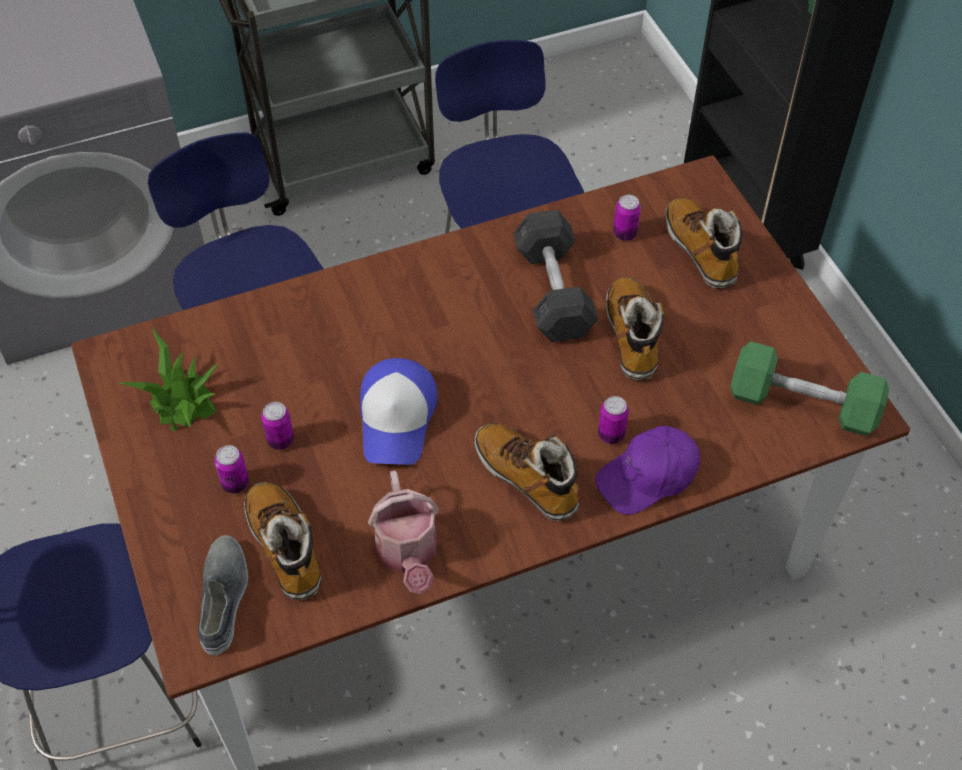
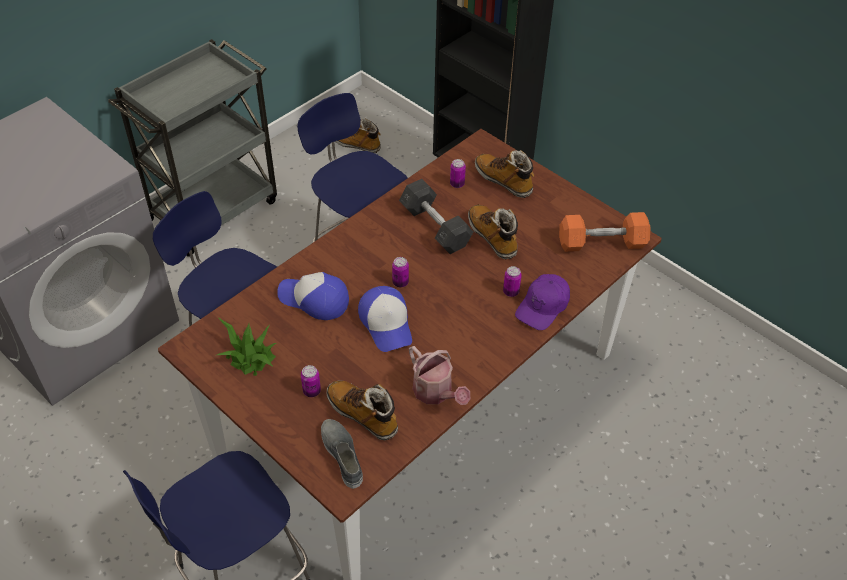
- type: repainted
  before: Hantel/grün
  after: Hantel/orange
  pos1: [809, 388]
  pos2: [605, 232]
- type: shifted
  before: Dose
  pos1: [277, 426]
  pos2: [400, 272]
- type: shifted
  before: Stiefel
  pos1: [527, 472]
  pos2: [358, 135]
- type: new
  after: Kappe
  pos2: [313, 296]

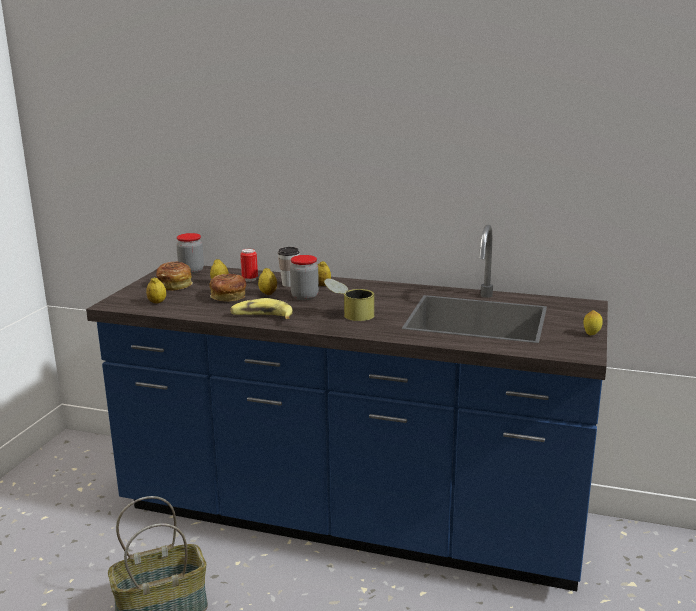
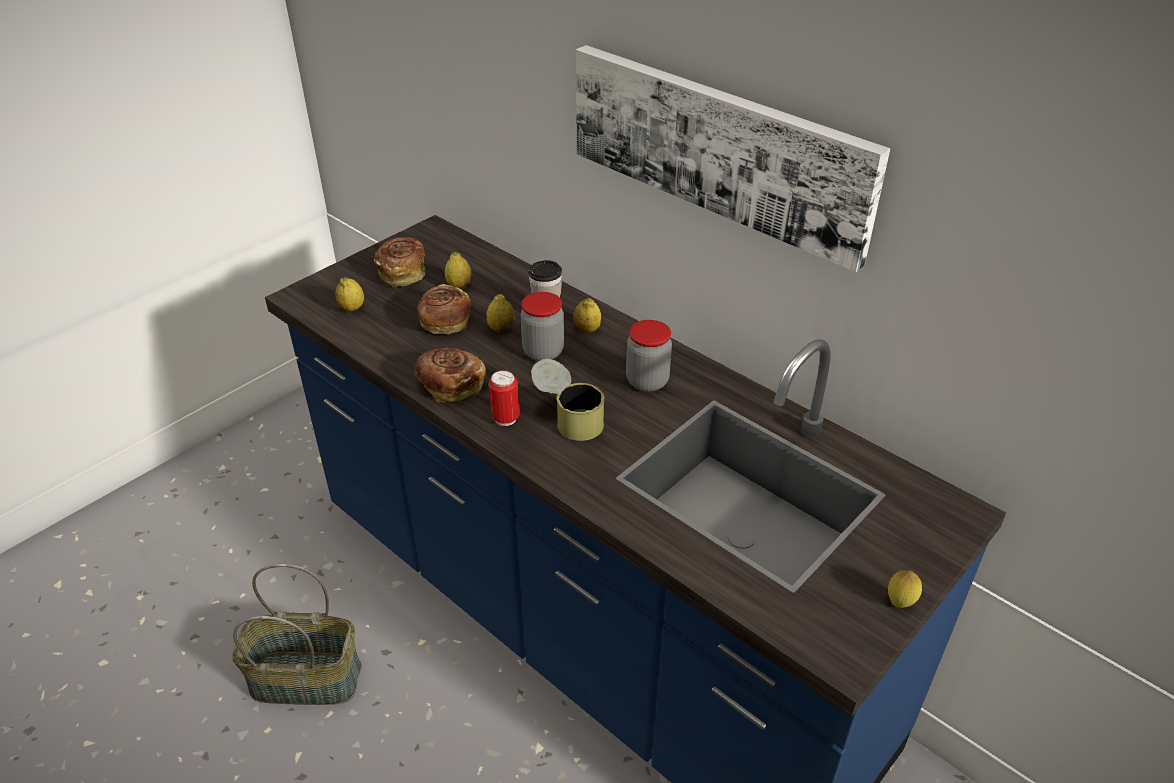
- type: shifted
  before: Vorratsglas
  pos1: [190, 253]
  pos2: [649, 356]
- type: shifted
  before: Dose
  pos1: [249, 265]
  pos2: [504, 398]
- type: swapped
  before: Banane
  after: Brot
  pos1: [261, 308]
  pos2: [450, 375]
- type: new
  after: Bild
  pos2: [733, 158]

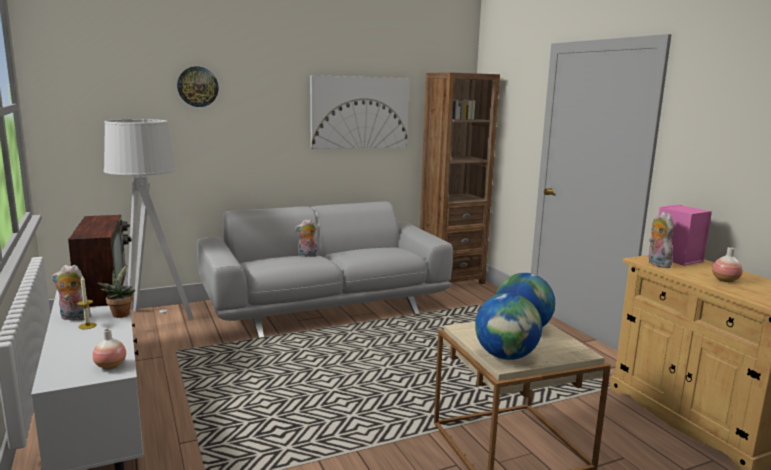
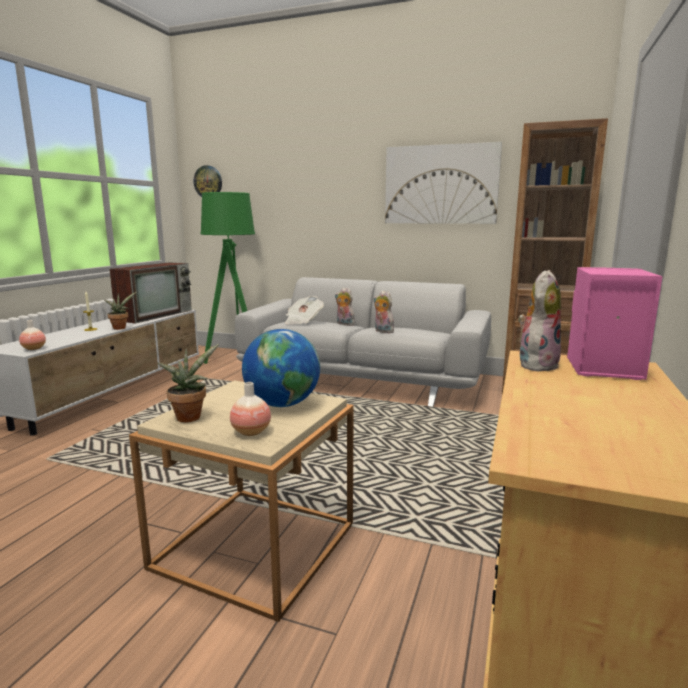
- type: shifted
  before: Wanduhr
  pos1: [198, 86]
  pos2: [208, 181]
- type: repainted
  before: Stehlampe/grau
  after: Stehlampe/grün
  pos1: [148, 219]
  pos2: [228, 278]
- type: shifted
  before: Vase
  pos1: [727, 264]
  pos2: [250, 409]
- type: shifted
  before: Plüschtier
  pos1: [72, 293]
  pos2: [384, 312]
- type: swapped
  before: Globus
  after: Topfpflanze
  pos1: [508, 326]
  pos2: [188, 383]
- type: new
  after: Zeitung
  pos2: [304, 310]

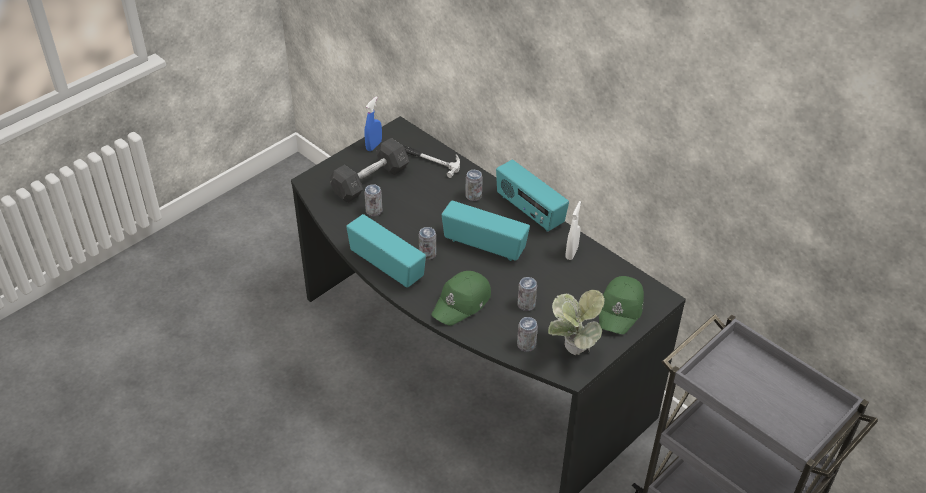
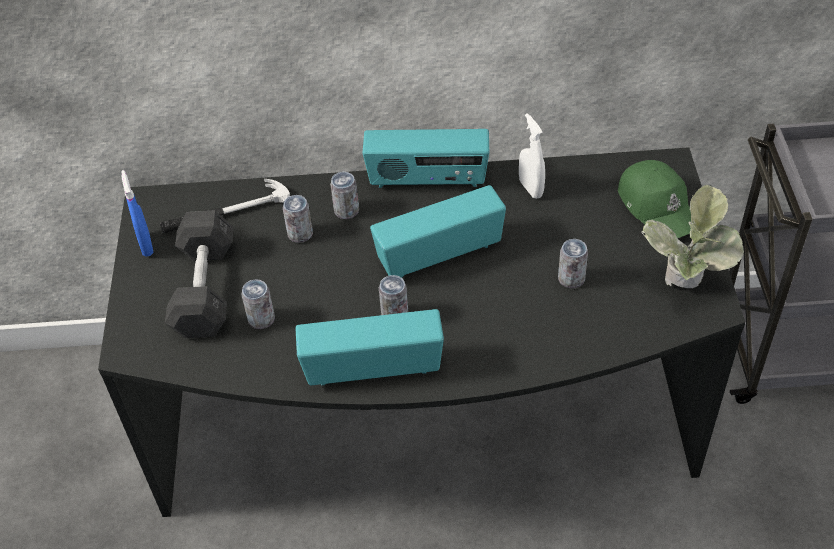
- type: gone
  before: Kappe/grün
  pos1: [461, 298]
- type: shifted
  before: Dose
  pos1: [527, 334]
  pos2: [298, 219]

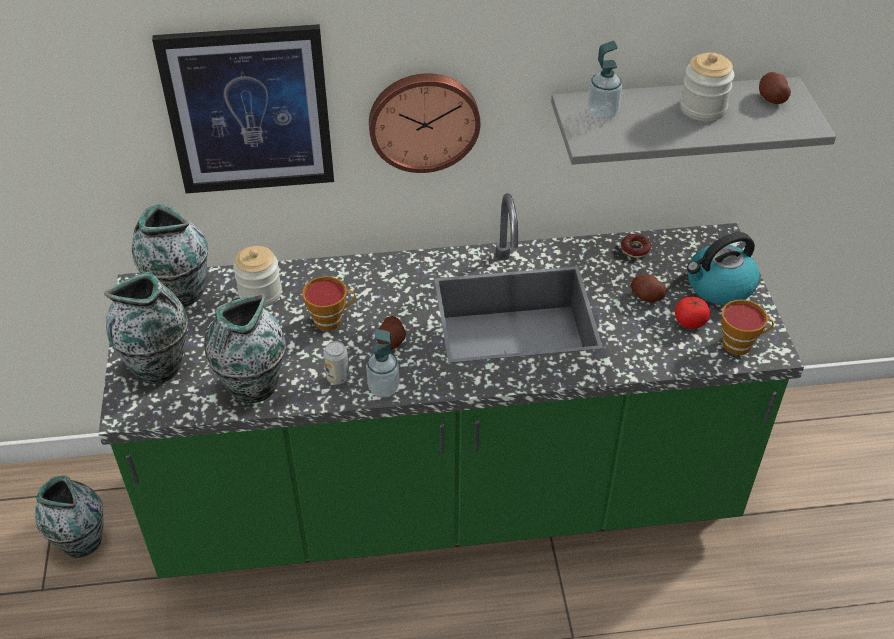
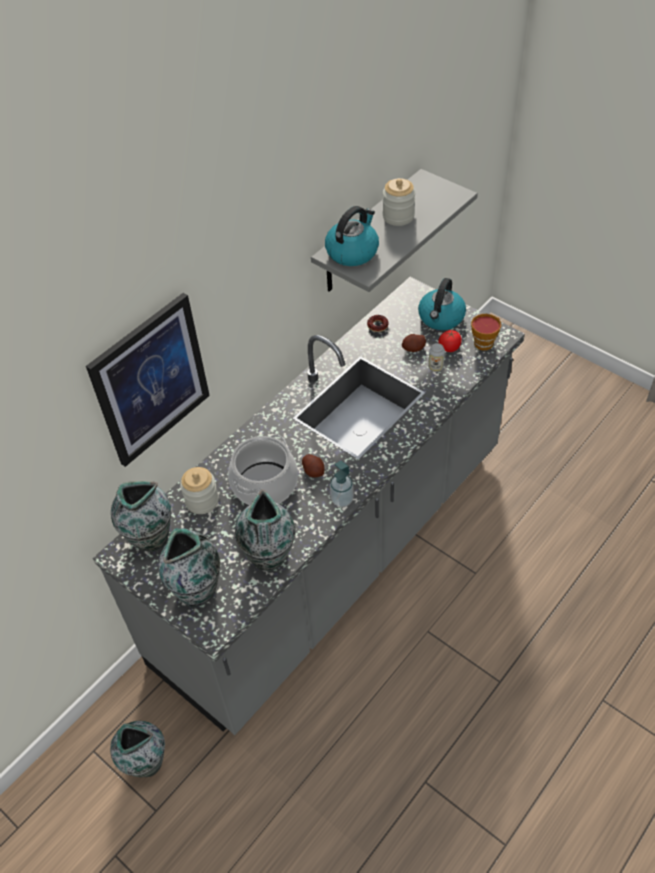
- type: swapped
  before: Seifenspender
  after: Wasserkessel
  pos1: [605, 80]
  pos2: [352, 236]
- type: gone
  before: Kartoffel
  pos1: [775, 88]
- type: gone
  before: Wanduhr
  pos1: [424, 123]
- type: repainted
  before: Küchenzeile/grün
  after: Küchenzeile/grau
  pos1: [451, 385]
  pos2: [309, 506]
- type: swapped
  before: Tasse
  after: Kochtopf
  pos1: [329, 303]
  pos2: [263, 470]
- type: shifted
  before: Dose
  pos1: [336, 362]
  pos2: [436, 357]

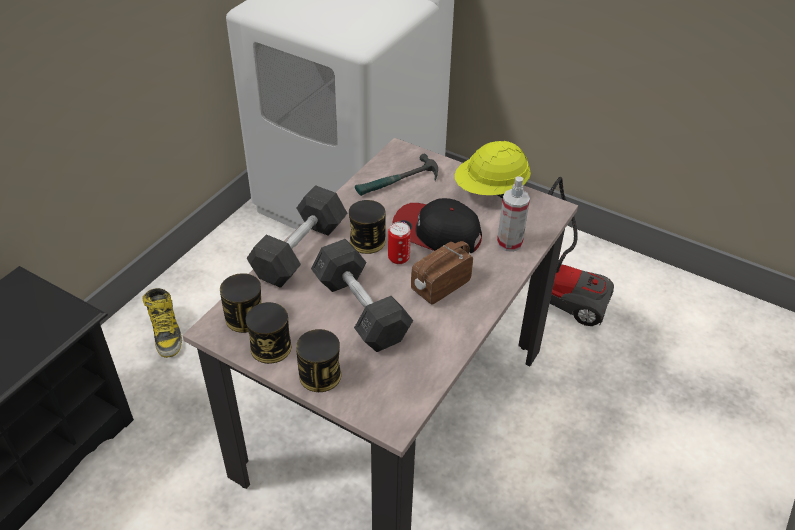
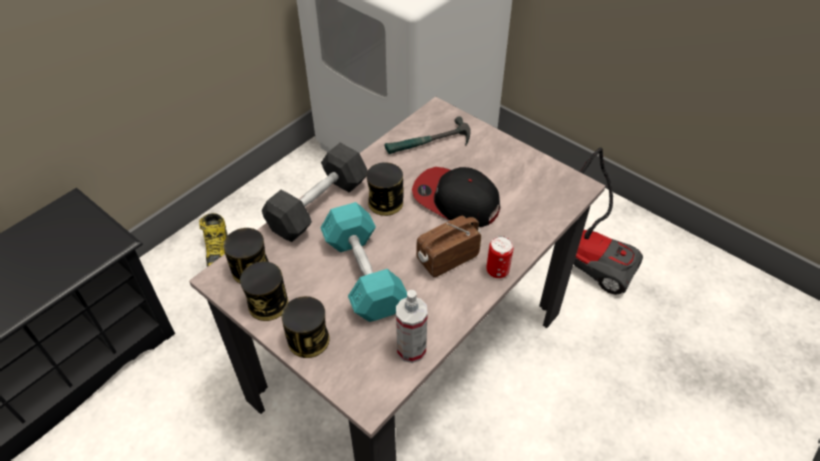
- type: gone
  before: Schutzhelm/gelb
  pos1: [493, 170]
- type: shifted
  before: Sprühflasche
  pos1: [513, 214]
  pos2: [412, 326]
- type: shifted
  before: Dose
  pos1: [399, 243]
  pos2: [499, 257]
- type: repainted
  before: Hantel/grau
  after: Hantel/türkis
  pos1: [362, 295]
  pos2: [363, 262]

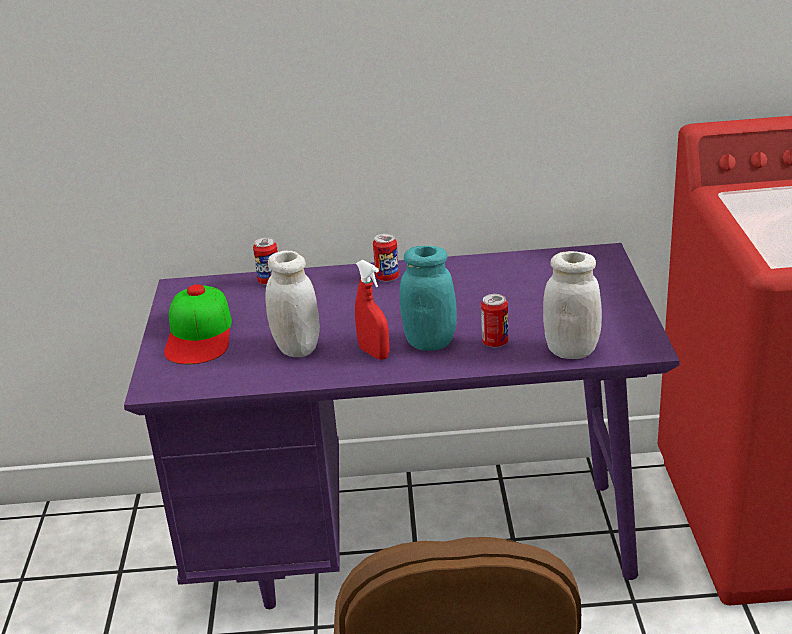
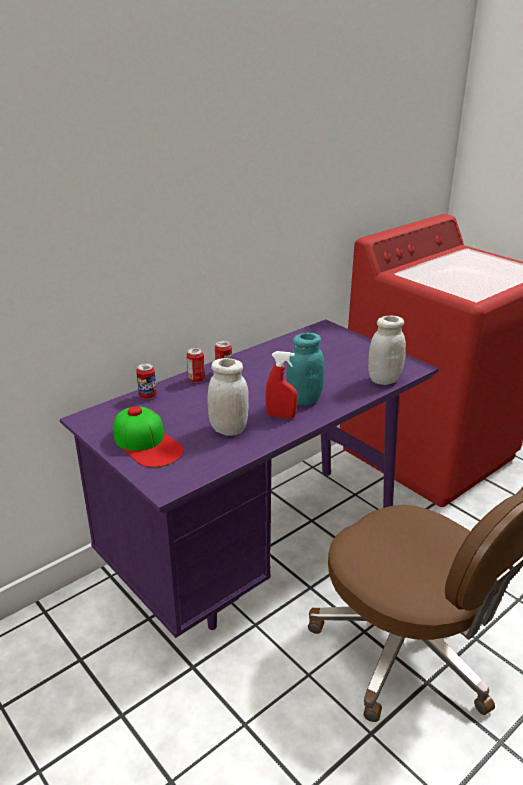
- type: shifted
  before: Dose
  pos1: [495, 321]
  pos2: [196, 365]

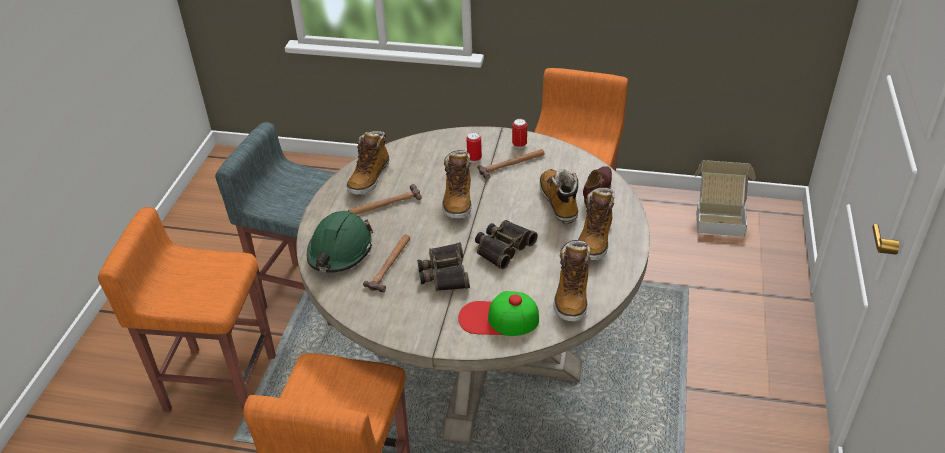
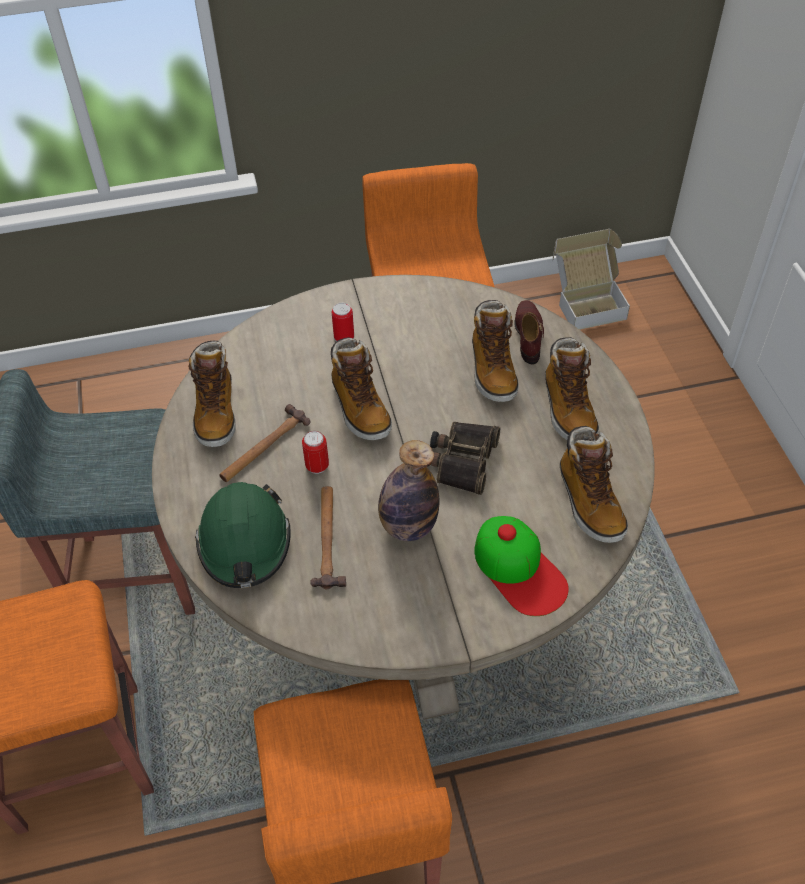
- type: shifted
  before: Dose
  pos1: [519, 133]
  pos2: [315, 452]
- type: gone
  before: Hammer
  pos1: [511, 164]
- type: rotated
  before: Stiefel
  pos1: [559, 196]
  pos2: [495, 351]
  turn: -150
- type: swapped
  before: Fernglas
  after: Flasche
  pos1: [443, 266]
  pos2: [409, 490]
- type: rotated
  before: Kappe
  pos1: [498, 313]
  pos2: [521, 566]
  turn: -105

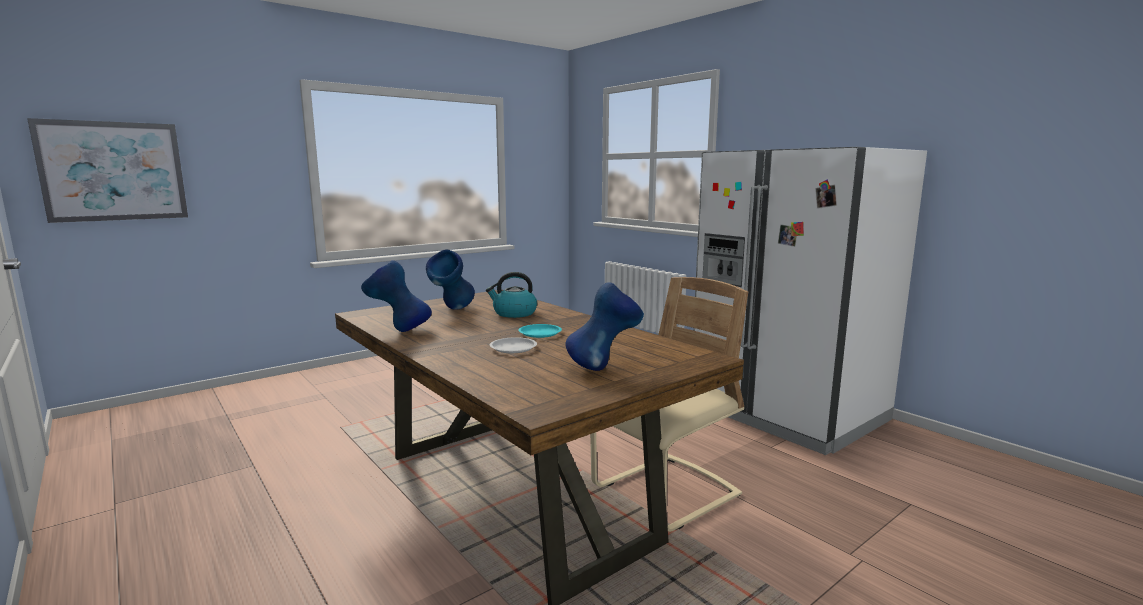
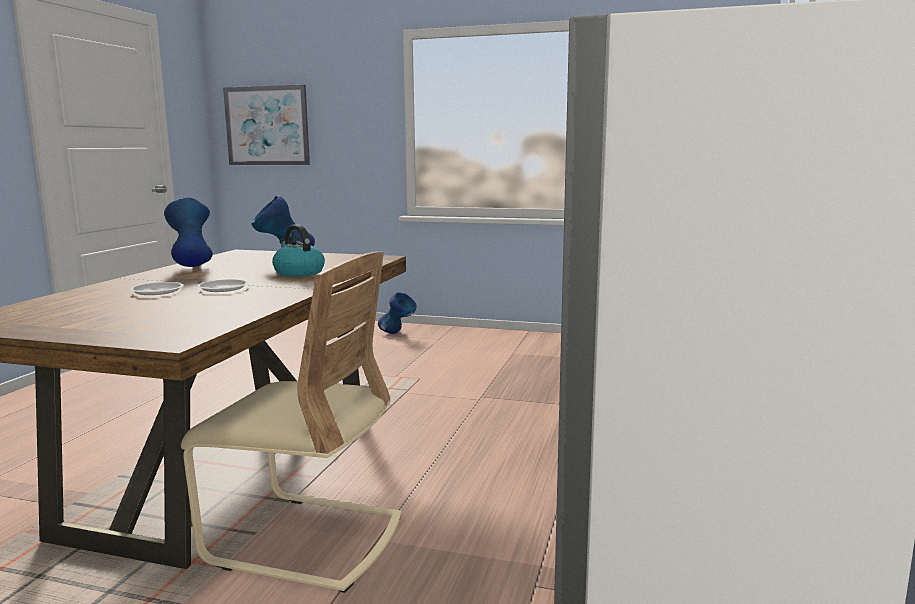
- type: shifted
  before: Vase/blau
  pos1: [604, 326]
  pos2: [397, 313]
- type: repainted
  before: Teller/türkis
  after: Teller/weiß
  pos1: [540, 331]
  pos2: [222, 285]

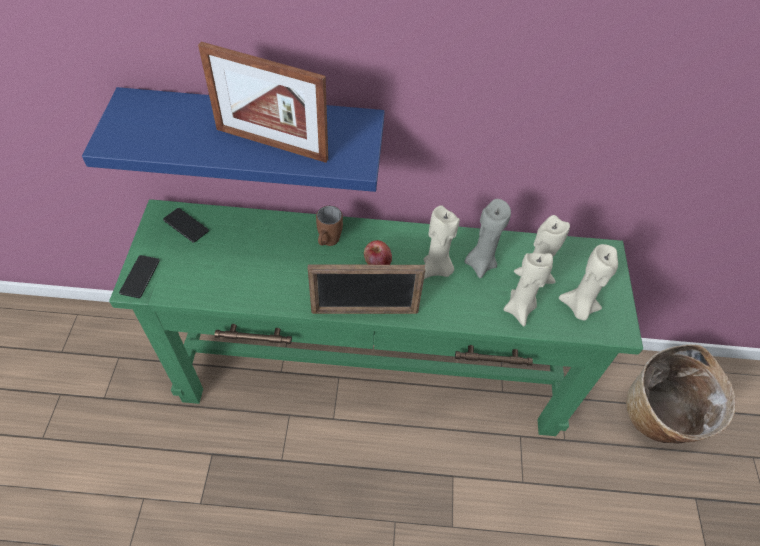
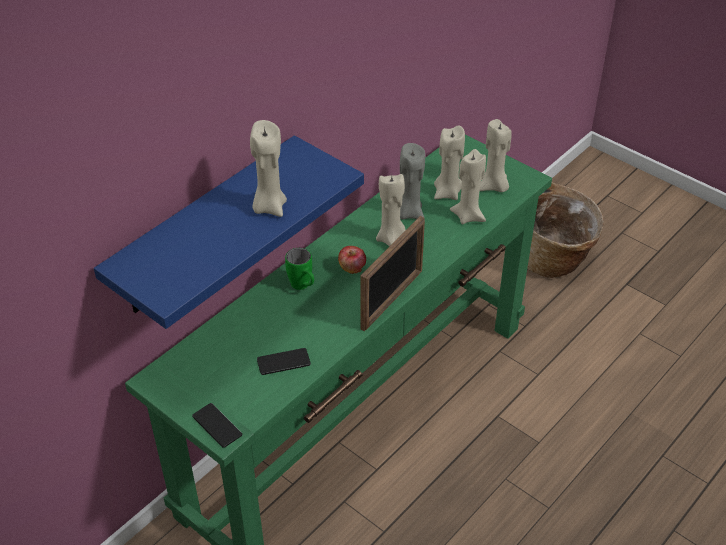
- type: swapped
  before: Bilderrahmen
  after: Kerze/beige
  pos1: [263, 102]
  pos2: [268, 168]
- type: repainted
  before: Henkelbecher/braun
  after: Henkelbecher/grün
  pos1: [329, 226]
  pos2: [299, 269]
- type: shifted
  before: Handy
  pos1: [186, 225]
  pos2: [284, 361]

